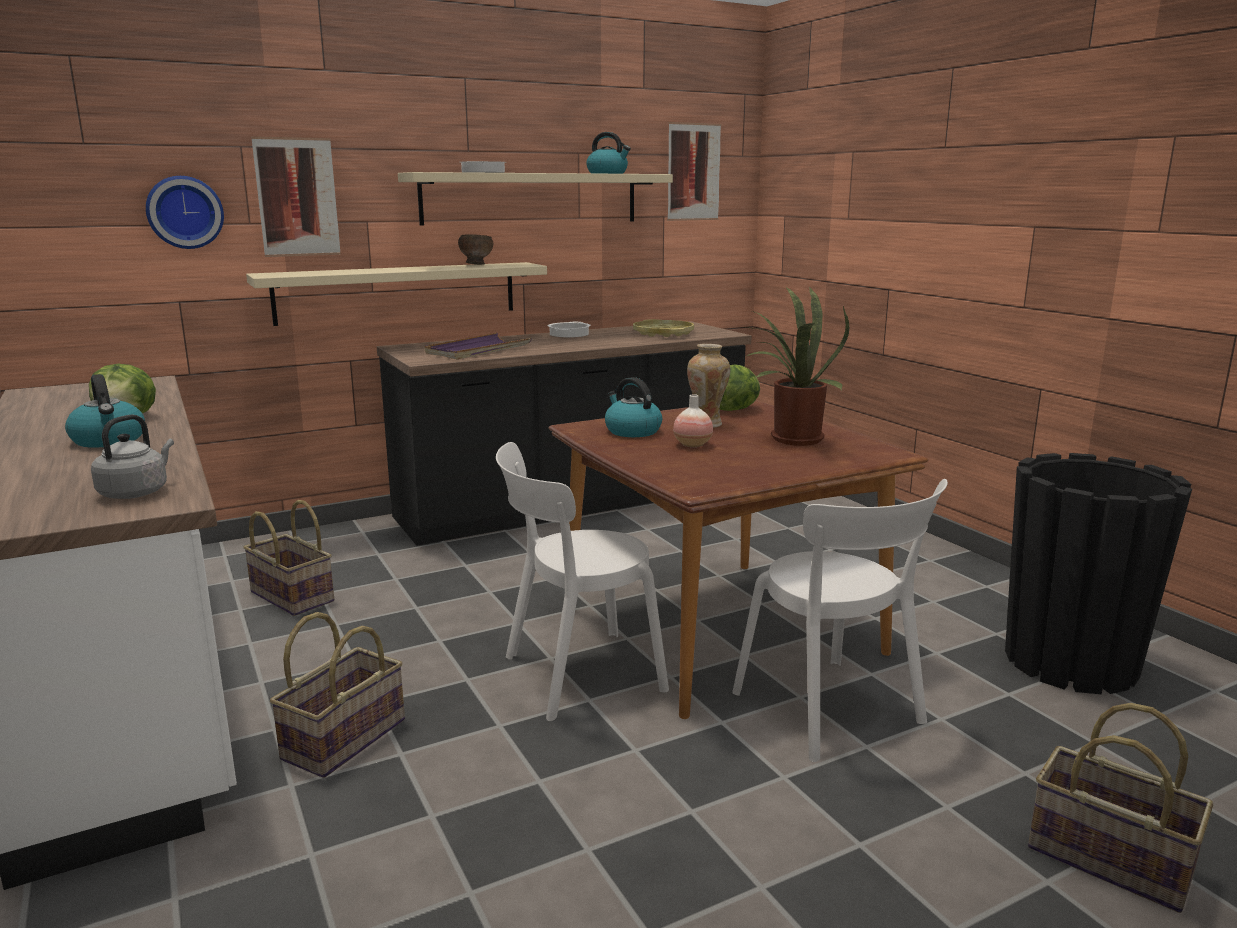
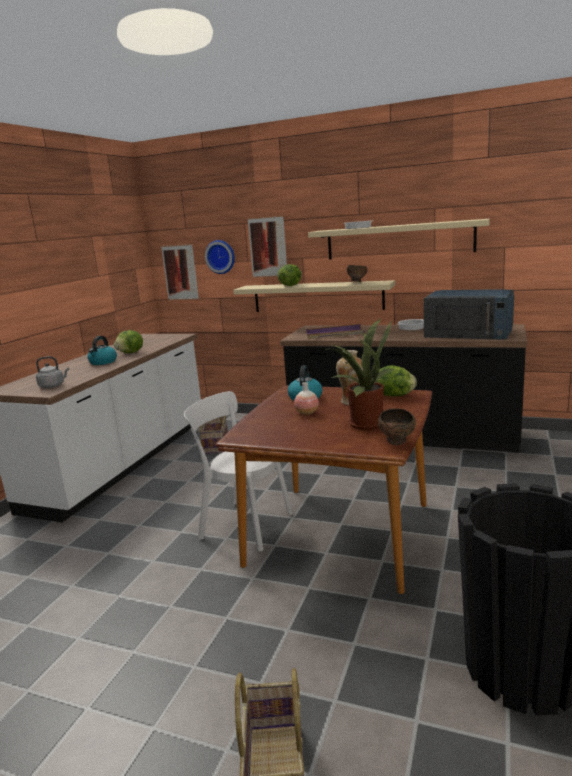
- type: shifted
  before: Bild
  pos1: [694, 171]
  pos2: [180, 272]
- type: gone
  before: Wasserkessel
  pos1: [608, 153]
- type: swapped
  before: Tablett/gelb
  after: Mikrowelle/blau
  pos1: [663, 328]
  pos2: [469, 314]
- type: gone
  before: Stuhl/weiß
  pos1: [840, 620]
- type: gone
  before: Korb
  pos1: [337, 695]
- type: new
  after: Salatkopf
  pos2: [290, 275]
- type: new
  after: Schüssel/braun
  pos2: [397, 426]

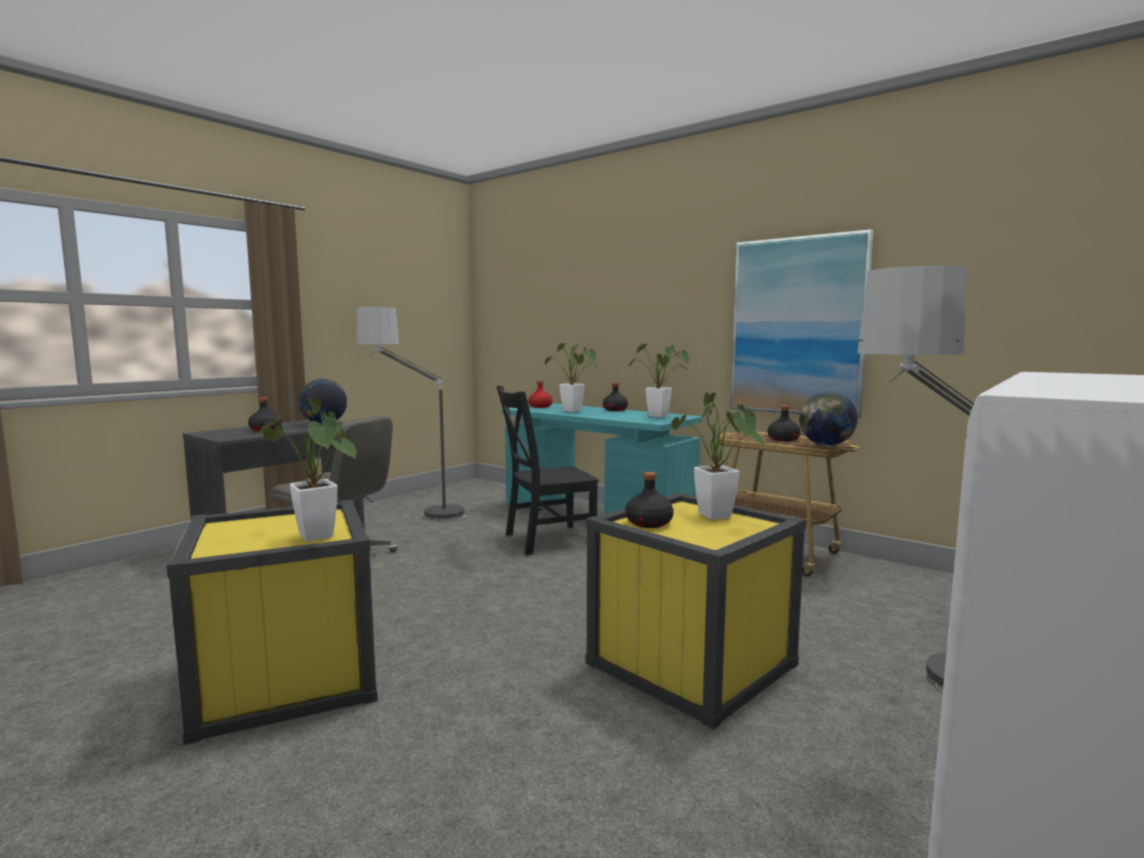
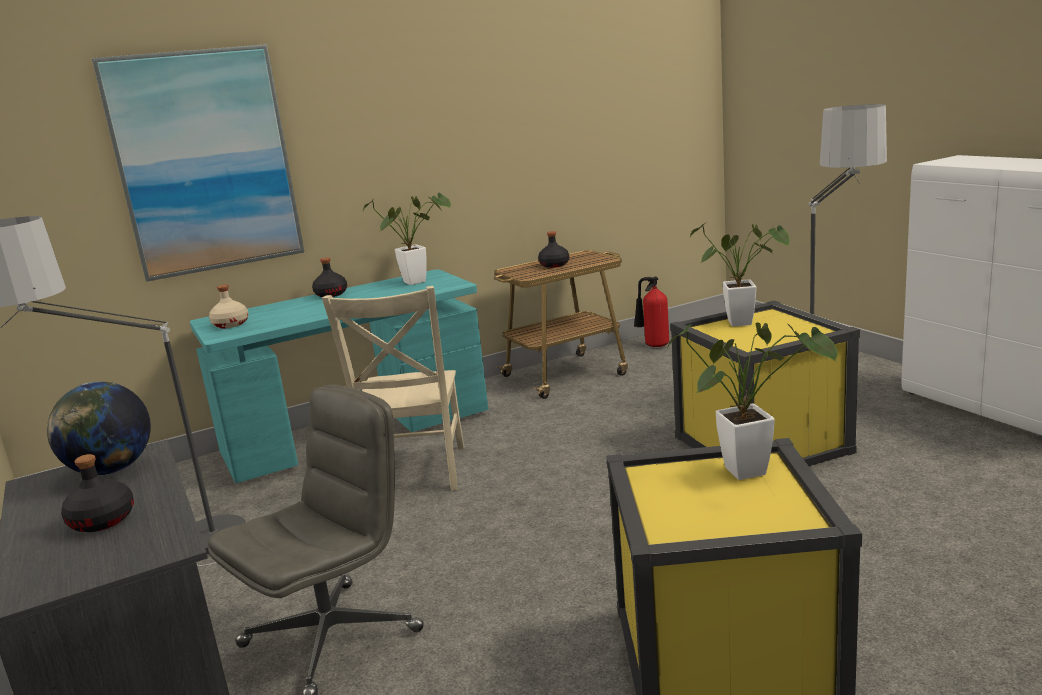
- type: shifted
  before: Bild
  pos1: [801, 324]
  pos2: [198, 163]
- type: gone
  before: Topfpflanze
  pos1: [571, 377]
- type: repainted
  before: Flasche/rot
  after: Flasche/beige
  pos1: [540, 394]
  pos2: [229, 306]
- type: repainted
  before: Stuhl/schwarz
  after: Stuhl/beige
  pos1: [547, 470]
  pos2: [393, 388]
- type: gone
  before: Globus
  pos1: [828, 418]
- type: gone
  before: Flasche/schwarz
  pos1: [649, 500]
- type: new
  after: Feuerlöscher
  pos2: [651, 312]

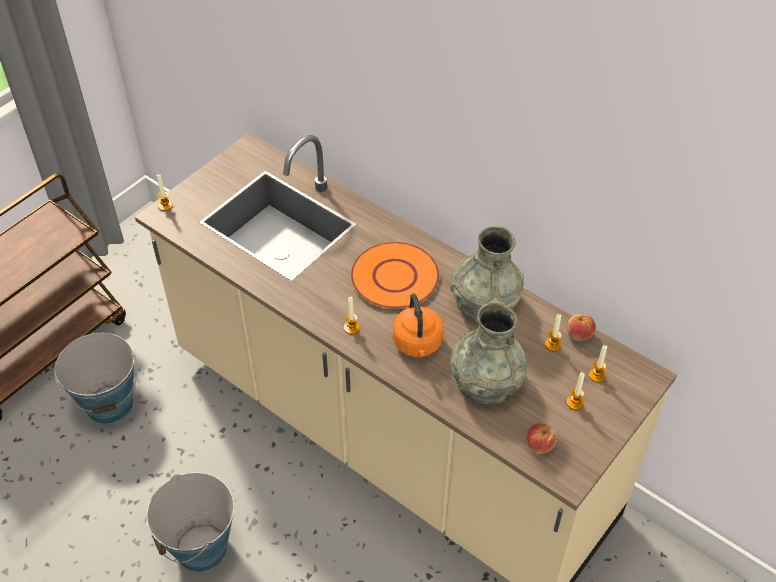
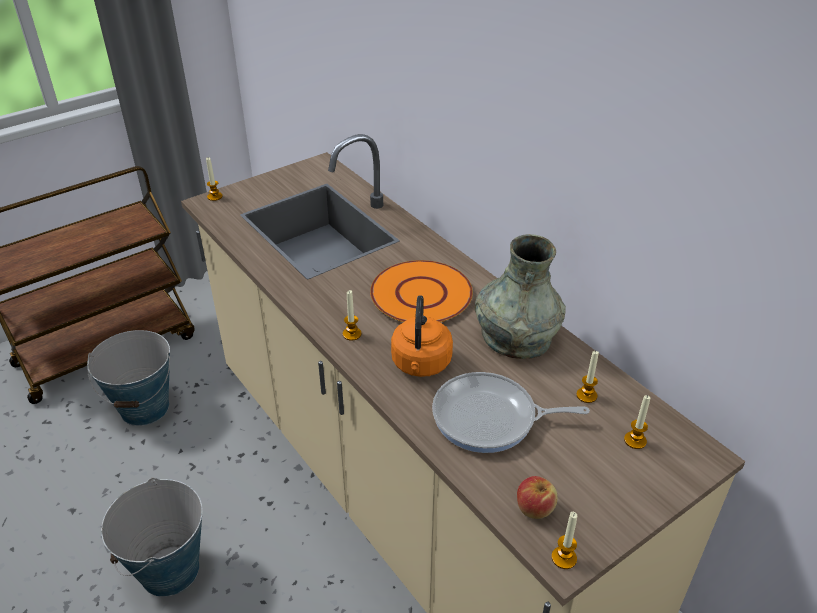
- type: swapped
  before: Vase/grau
  after: Pfanne
  pos1: [488, 353]
  pos2: [511, 412]
- type: gone
  before: Apfel
  pos1: [581, 327]
- type: shifted
  before: Kerze
  pos1: [576, 391]
  pos2: [564, 540]

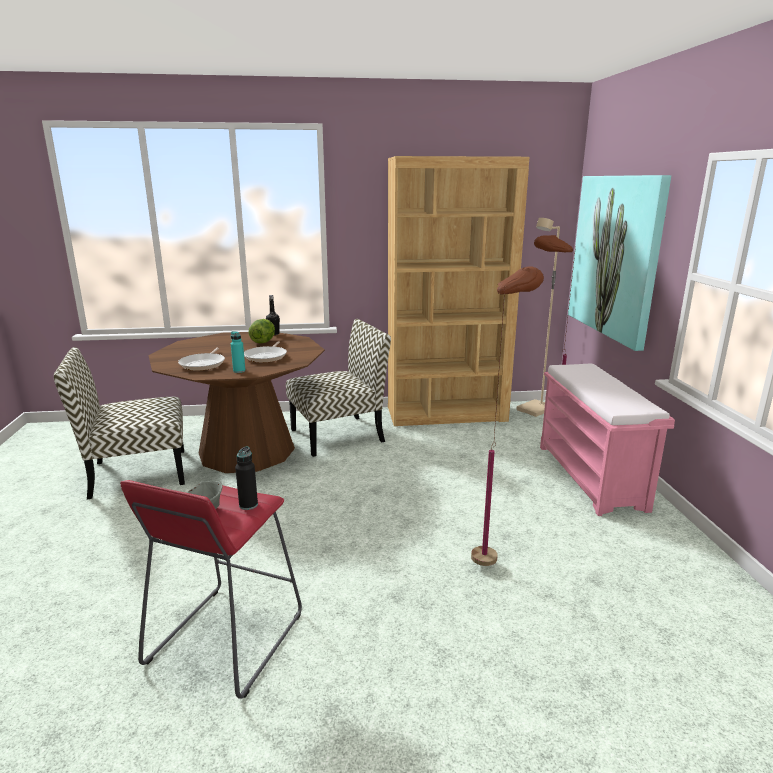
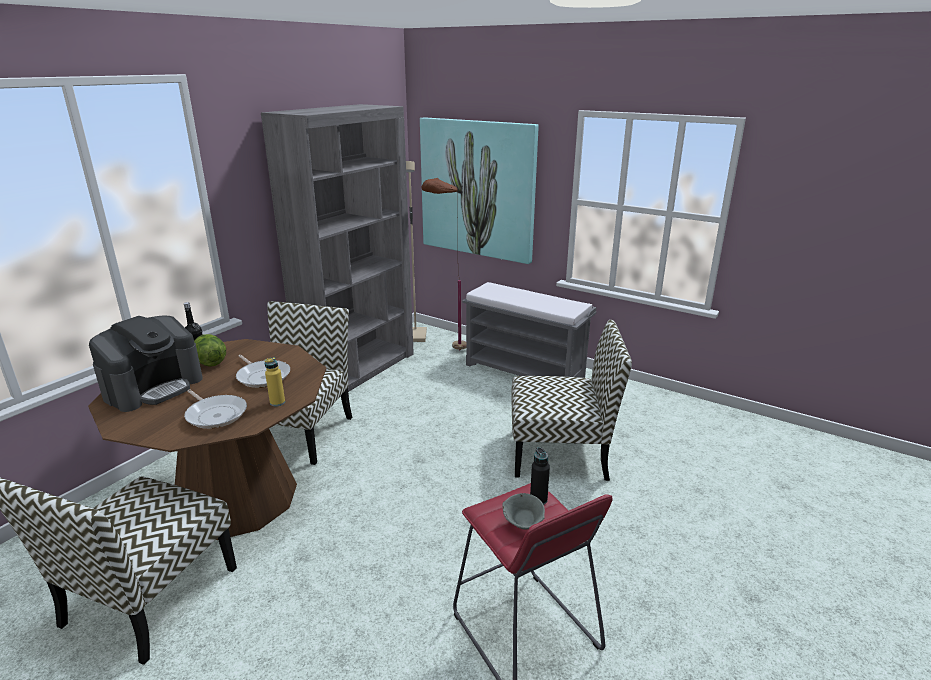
- type: repainted
  before: Bücherregal/braun
  after: Bücherregal/grau
  pos1: [458, 291]
  pos2: [337, 250]
- type: swapped
  before: Stehlampe/braun
  after: Stuhl
  pos1: [507, 416]
  pos2: [571, 400]
- type: repainted
  before: Flasche/türkis
  after: Flasche/gelb
  pos1: [238, 352]
  pos2: [275, 382]
- type: repainted
  before: Bank/rosa
  after: Bank/grau
  pos1: [607, 440]
  pos2: [529, 330]
- type: new
  after: Kaffeemaschine
  pos2: [146, 364]

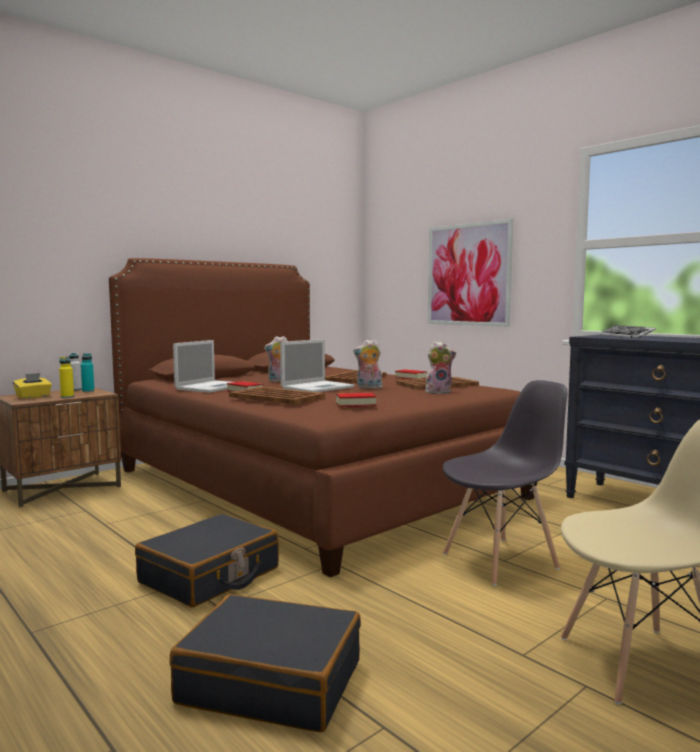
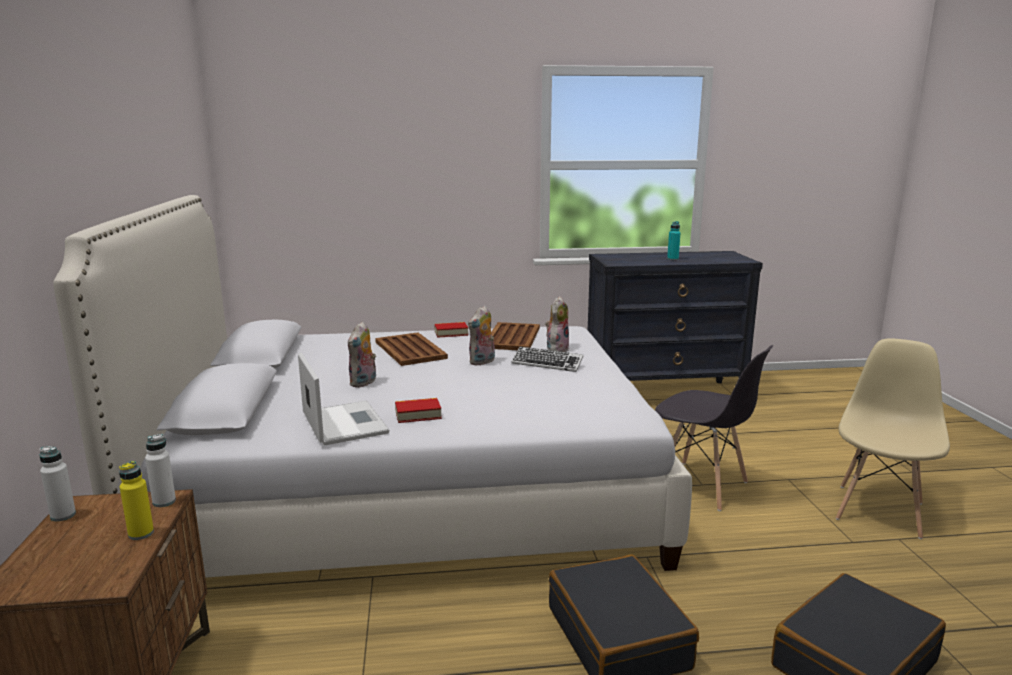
- type: gone
  before: Bild
  pos1: [470, 273]
- type: repainted
  before: Bett/braun
  after: Bett/weiß
  pos1: [323, 417]
  pos2: [372, 386]
- type: shifted
  before: Tastatur
  pos1: [628, 331]
  pos2: [547, 359]
- type: gone
  before: Laptop
  pos1: [317, 365]
- type: shifted
  before: Flasche/türkis
  pos1: [87, 372]
  pos2: [673, 240]
- type: gone
  before: Taschentuchbox/gelb
  pos1: [32, 386]
- type: rotated
  before: Stuhl/grau
  pos1: [505, 483]
  pos2: [714, 428]
  turn: 120
- type: gone
  before: Tablett/braun
  pos1: [277, 396]
- type: gone
  before: Buch
  pos1: [356, 400]
- type: new
  after: Flasche/weiß
  pos2: [160, 470]

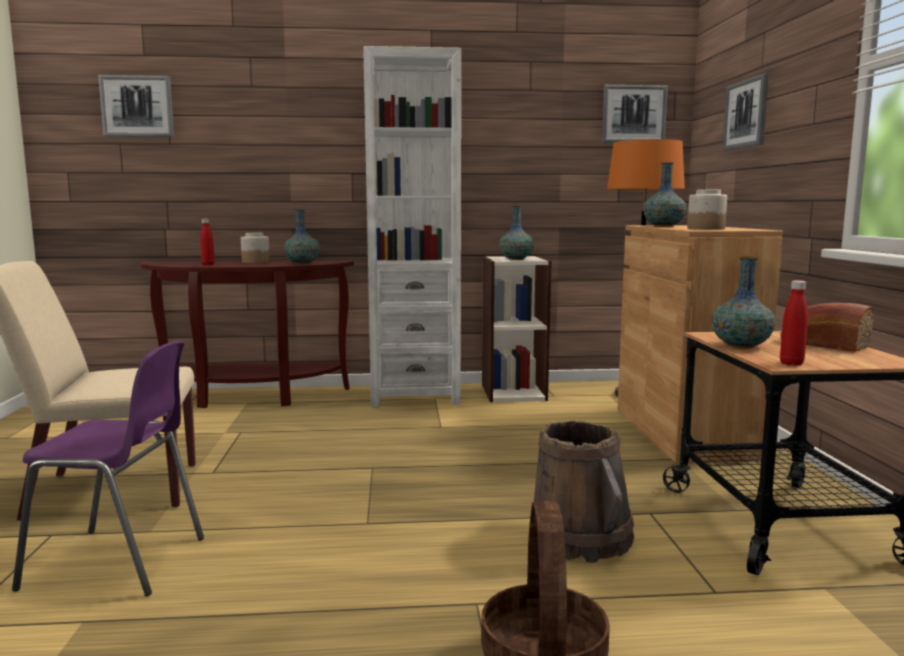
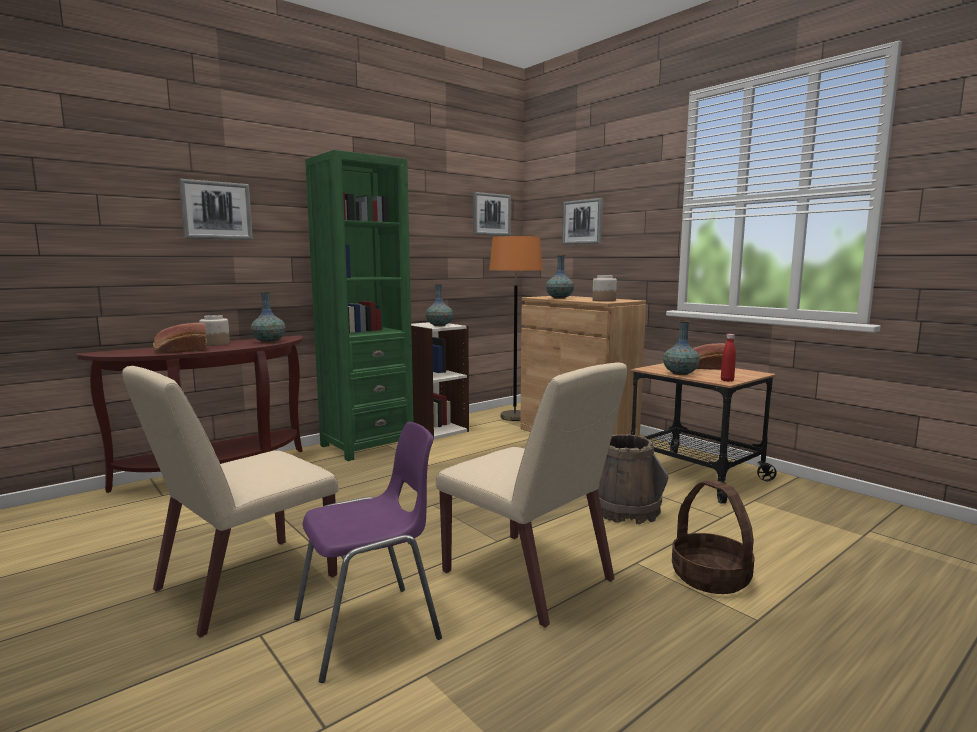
- type: repainted
  before: Bücherregal/weiß
  after: Bücherregal/grün
  pos1: [412, 226]
  pos2: [359, 305]
- type: shifted
  before: Bild
  pos1: [136, 106]
  pos2: [216, 209]
- type: swapped
  before: Flasche/rot
  after: Brot
  pos1: [207, 242]
  pos2: [180, 338]
- type: new
  after: Stuhl/beige
  pos2: [531, 495]

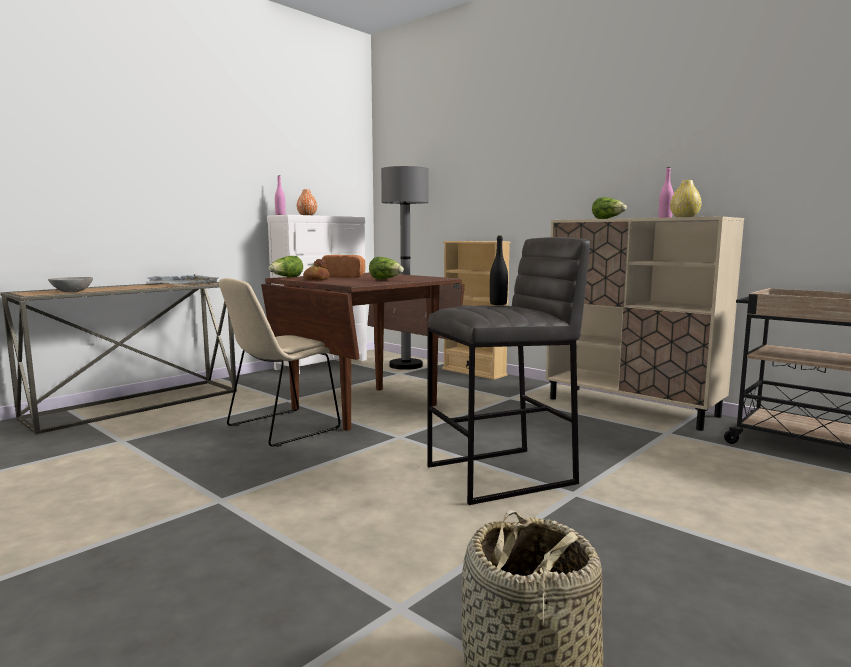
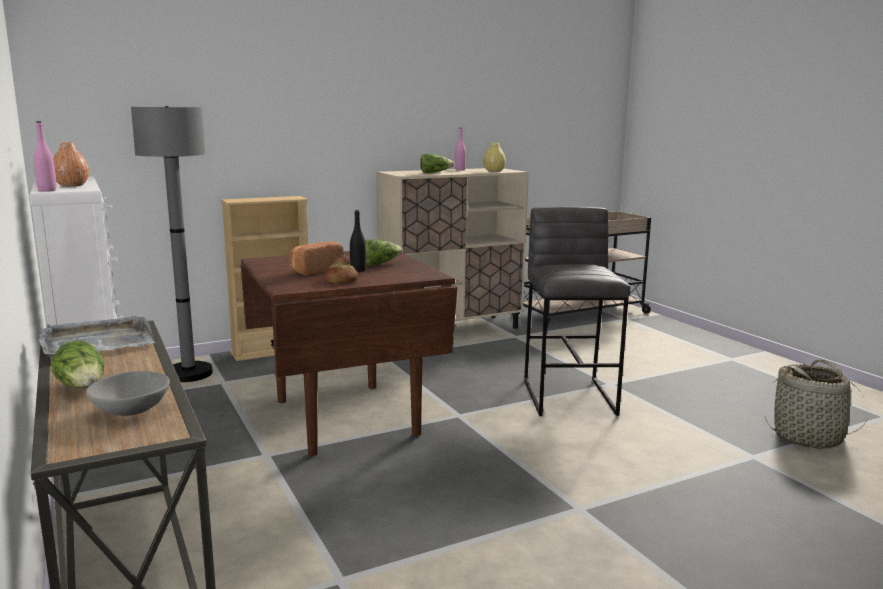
- type: shifted
  before: Flasche/schwarz
  pos1: [499, 270]
  pos2: [358, 241]
- type: shifted
  before: Salatkopf
  pos1: [285, 266]
  pos2: [78, 364]
- type: gone
  before: Stuhl/beige
  pos1: [279, 362]

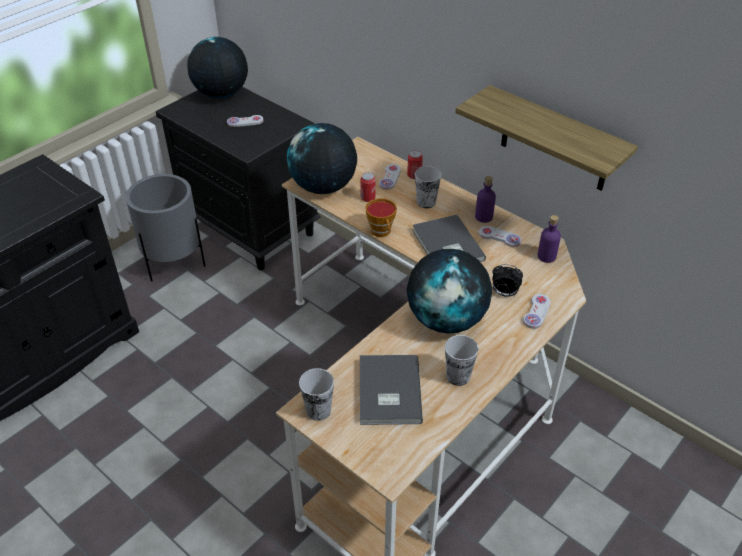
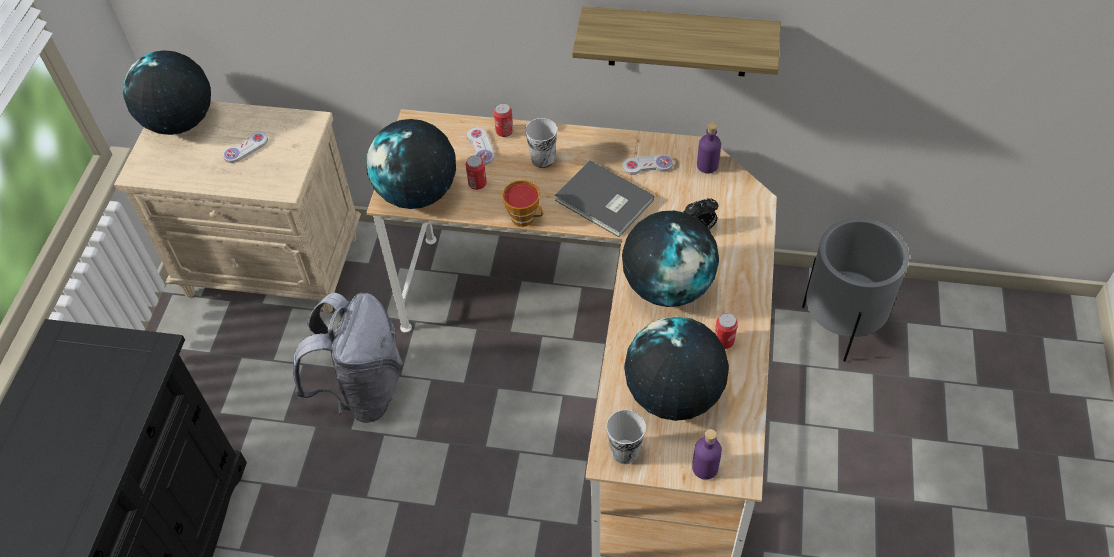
- type: repainted
  before: Nachttisch/schwarz
  after: Nachttisch/beige
  pos1: [238, 178]
  pos2: [237, 207]
- type: shifted
  before: Pflanzkübel/grau
  pos1: [166, 228]
  pos2: [855, 290]
- type: shifted
  before: Flasche/lila
  pos1: [485, 199]
  pos2: [707, 454]
- type: gone
  before: Gamepad/weiß
  pos1: [537, 311]
- type: swapped
  before: Tasse
  after: Dose
  pos1: [461, 360]
  pos2: [726, 331]
- type: swapped
  before: Buch/grau
  after: Globus
  pos1: [391, 390]
  pos2: [676, 368]
- type: new
  after: Rucksack/grau
  pos2: [348, 357]

